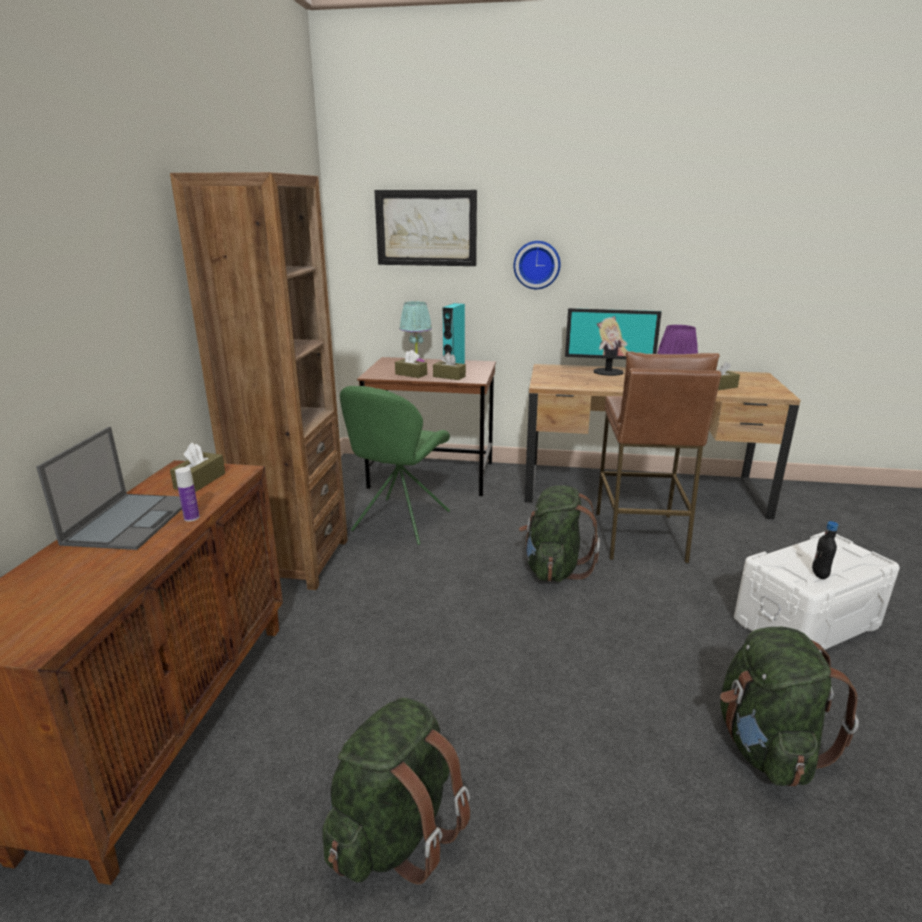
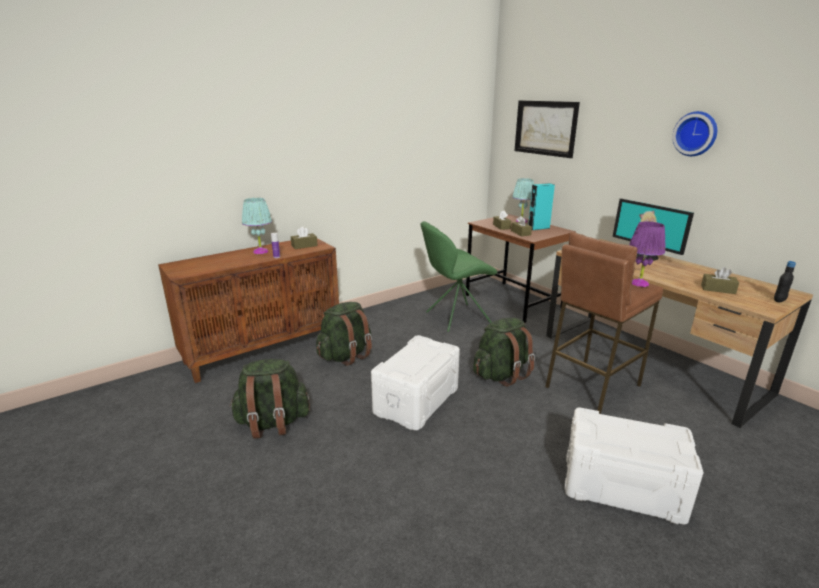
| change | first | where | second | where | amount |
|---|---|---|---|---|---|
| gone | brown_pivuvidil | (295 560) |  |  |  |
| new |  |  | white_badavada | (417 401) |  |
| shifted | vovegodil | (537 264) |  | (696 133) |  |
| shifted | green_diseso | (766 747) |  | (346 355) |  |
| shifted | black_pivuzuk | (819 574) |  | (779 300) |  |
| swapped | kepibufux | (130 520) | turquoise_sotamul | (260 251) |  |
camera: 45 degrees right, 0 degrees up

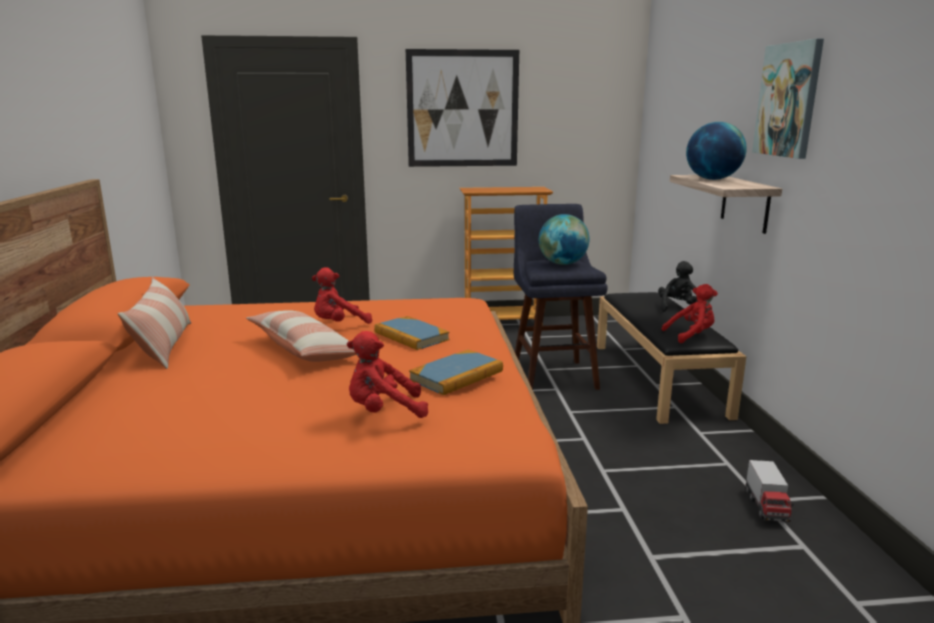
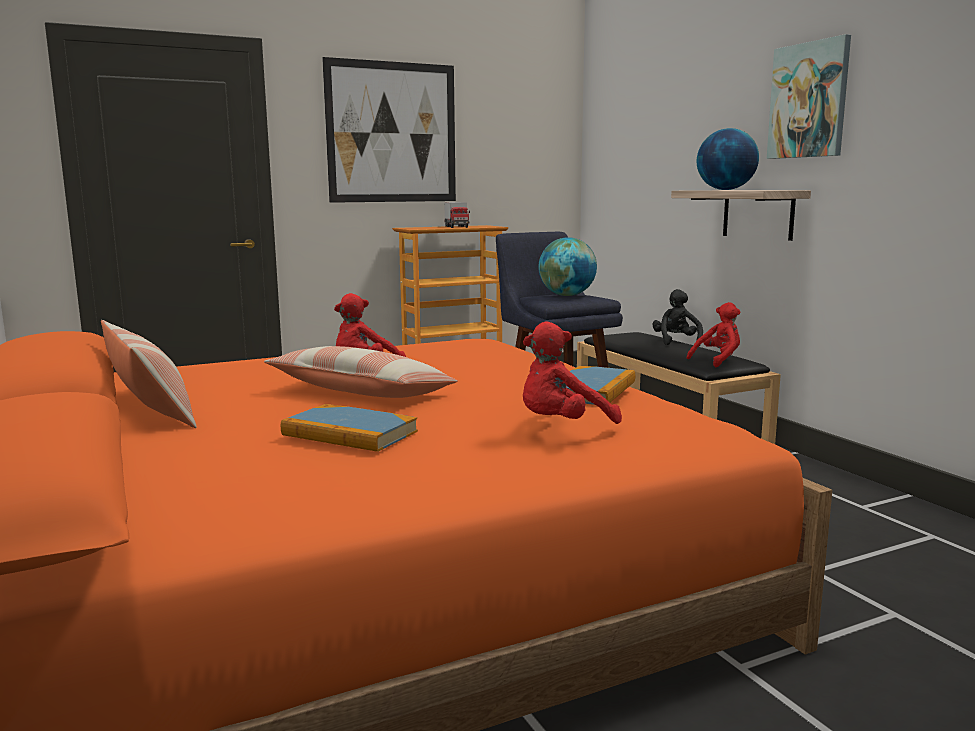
| change | first | where | second | where | amount |
|---|---|---|---|---|---|
| shifted | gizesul | (411 336) |  | (349 433) |  |
| shifted | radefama | (766 507) |  | (456 227) |  |
camera: 20 degrees left, 5 degrees down

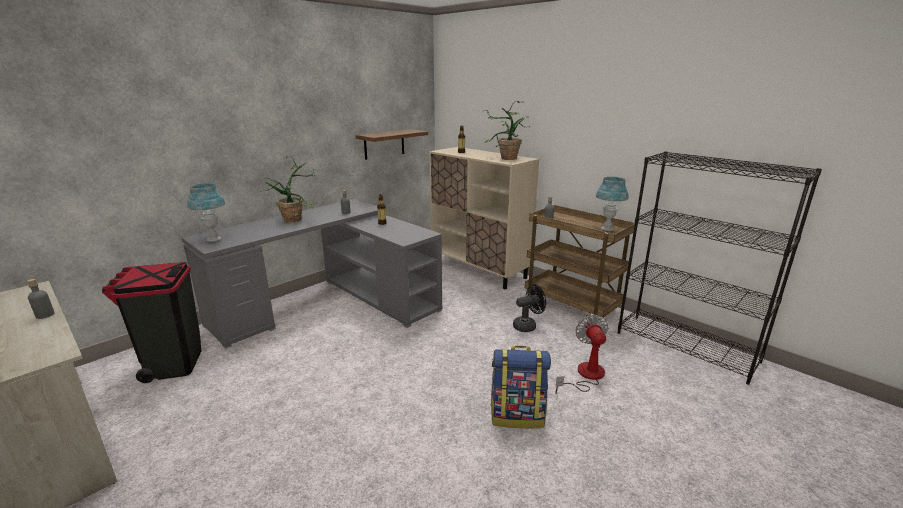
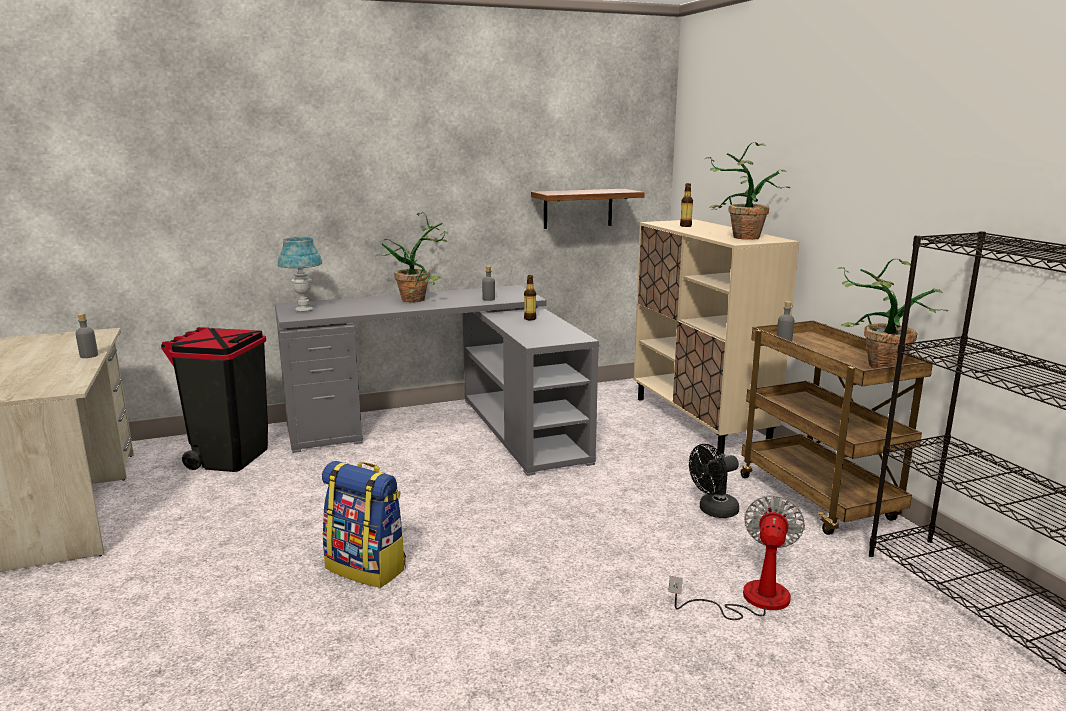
| change | first | where | second | where | amount |
|---|---|---|---|---|---|
| shifted | diseso | (517 415) |  | (367 568) |  |
| swapped | blue_sotamul | (607 229) | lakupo | (875 366) |  |
| rotated | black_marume | (527 326) |  | (713 511) | 150 degrees clockwise |
camera: 25 degrees right, 5 degrees down

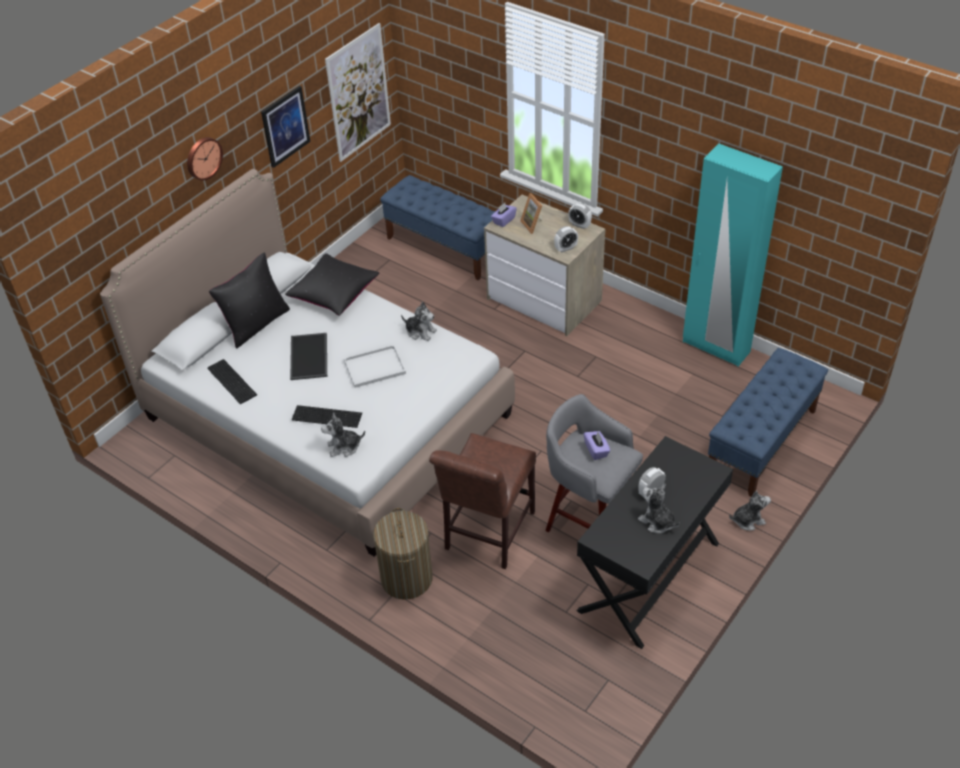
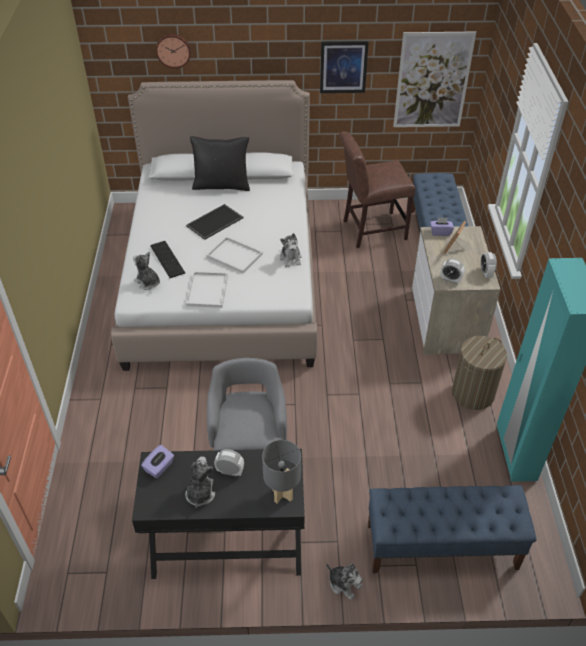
| change | first | where | second | where | amount |
|---|---|---|---|---|---|
| gone | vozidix | (232 380) |  |  |  |
| gone | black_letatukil | (334 293) |  |  |  |
| new |  |  | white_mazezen | (207 289) |  |
| new |  |  | grey_sotamul | (281 494) |  |
| shifted | vovegodil | (203 158) |  | (173 50) |  |
| shifted | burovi | (407 578) |  | (472 393) |  |
| shifted | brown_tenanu | (486 534) |  | (370 230) |  |
| shifted | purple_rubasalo | (596 450) |  | (159 467) |  |
camera: 50 degrees right, 0 degrees up

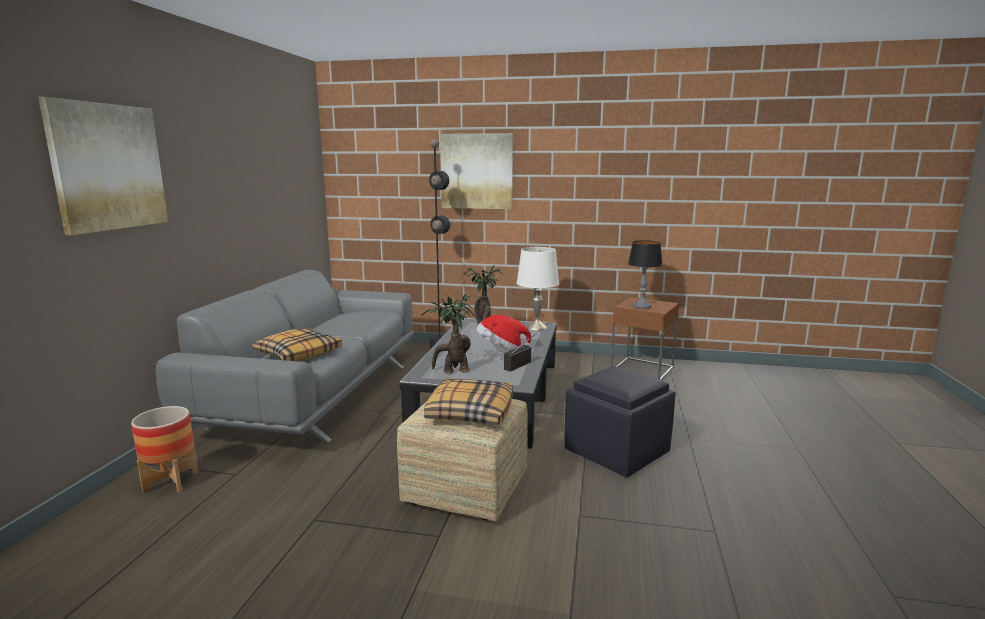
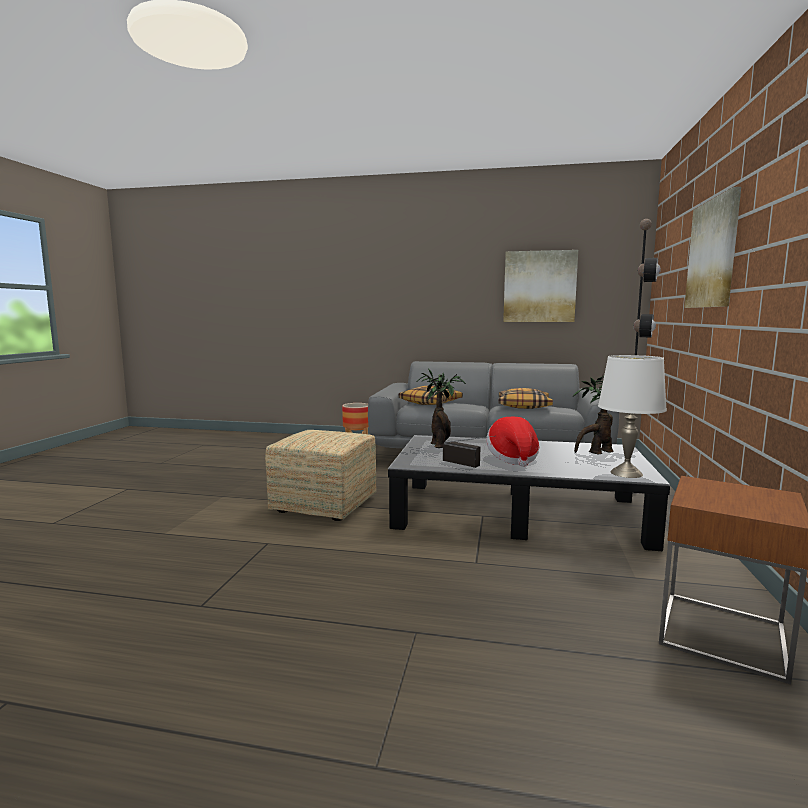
| change | first | where | second | where | amount |
|---|---|---|---|---|---|
| gone | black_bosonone | (618 452) |  |  |  |
| gone | sotamul | (642 306) |  |  |  |
| shifted | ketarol | (108 167) |  | (539 286) |  |
| shifted | letatukil | (469 412) |  | (524 406) |  |
camera: 90 degrees right, 5 degrees down

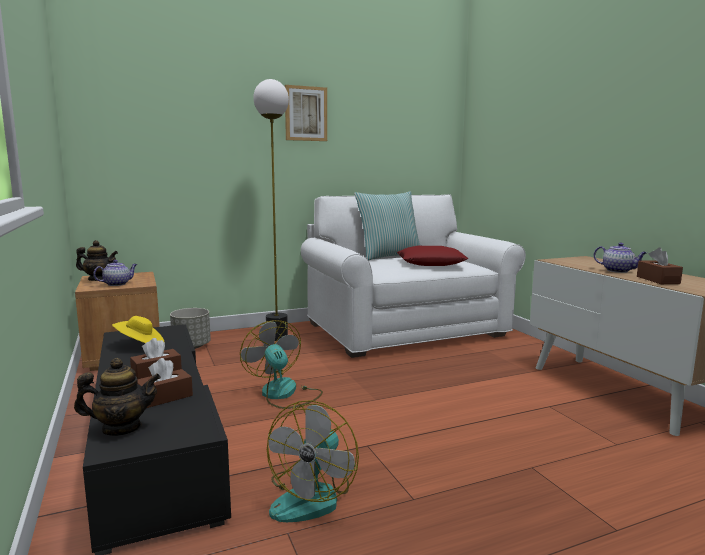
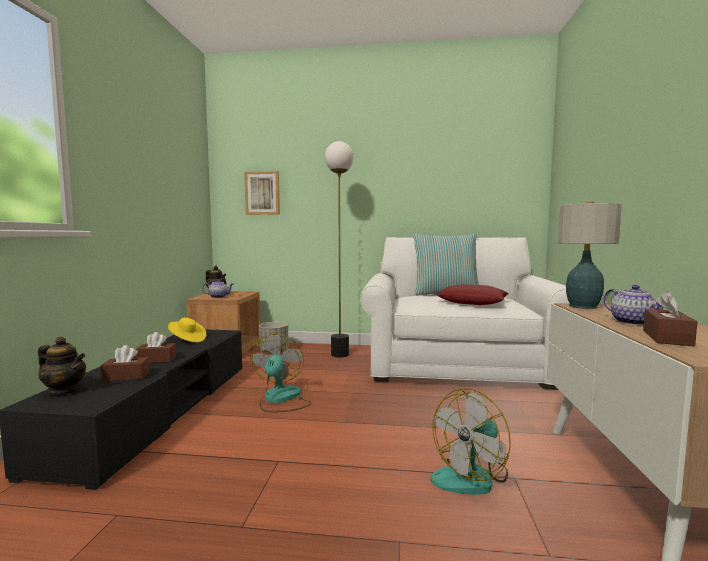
| change | first | where | second | where | amount |
|---|---|---|---|---|---|
| new |  |  | sotamul | (582 306) |  |
| shifted | marume | (312 496) |  | (471 476) |  |
| shifted | ketarol | (305 114) |  | (262 193) |  |
camera: 30 degrees right, 5 degrees down

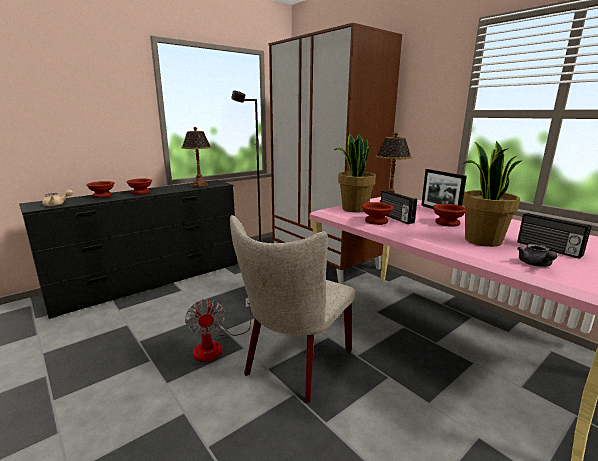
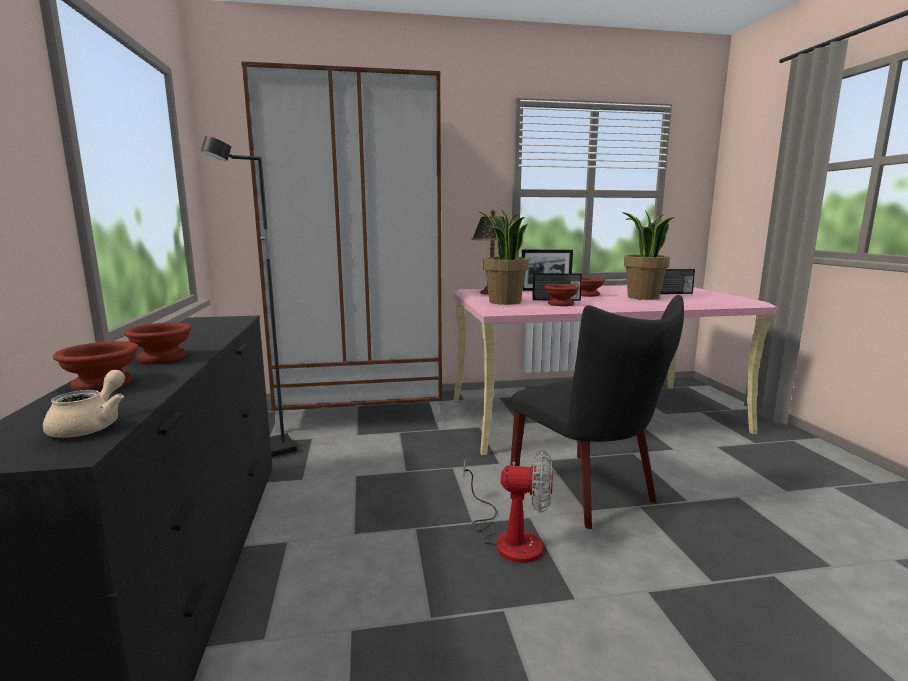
| change | first | where | second | where | amount |
|---|---|---|---|---|---|
| gone | sotamul | (199 185) |  |  |  |
| gone | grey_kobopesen | (535 265) |  |  |  |
| repainted | beige_tenanu | (294 365) | black_tenanu | (589 492) |  |
camera: 60 degrees left, 5 degrees down

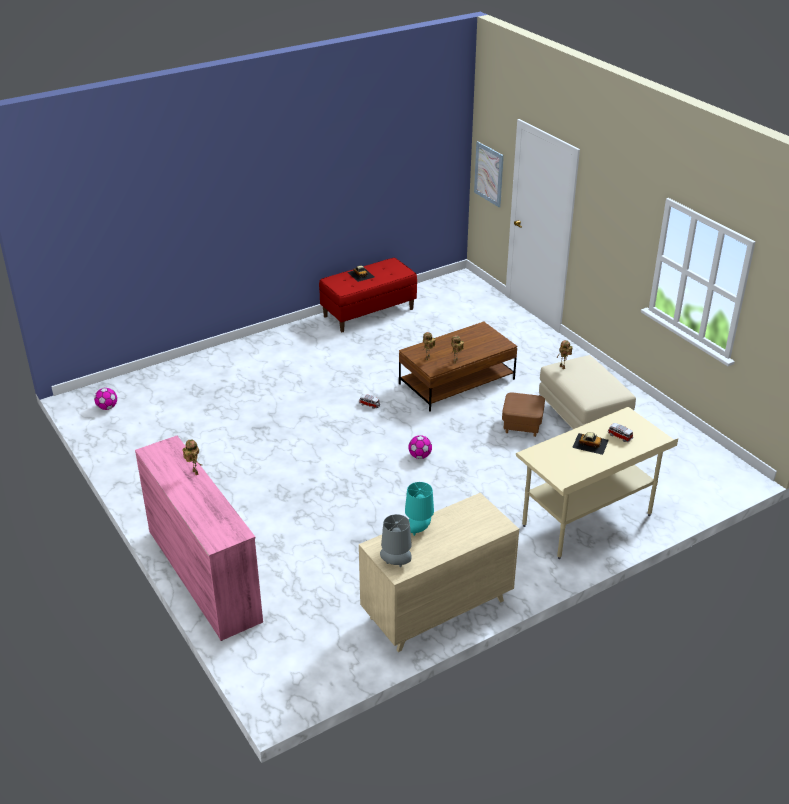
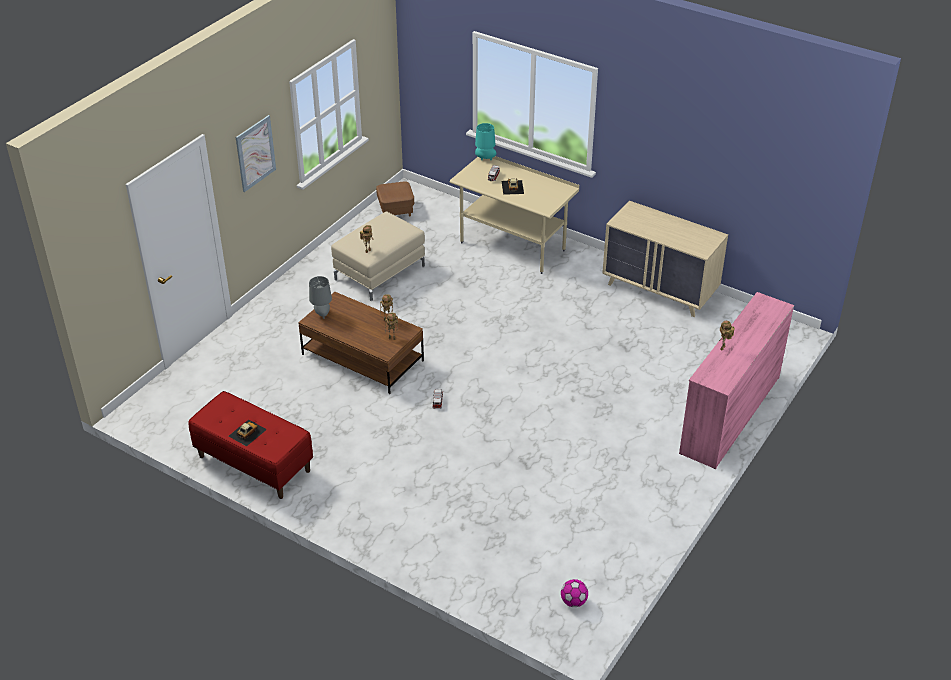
| change | first | where | second | where | amount |
|---|---|---|---|---|---|
| gone | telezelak | (420 456) |  |  |  |
| shifted | grey_sotamul | (396 563) |  | (322 314) |  |
| shifted | turquoise_sotamul | (419 530) |  | (485 159) |  |
| shifted | ketarol | (489 174) |  | (255 153) |  |
| shifted | brown_bosonone | (522 426) |  | (396 210) |  |
camera: 115 degrees left, 5 degrees up

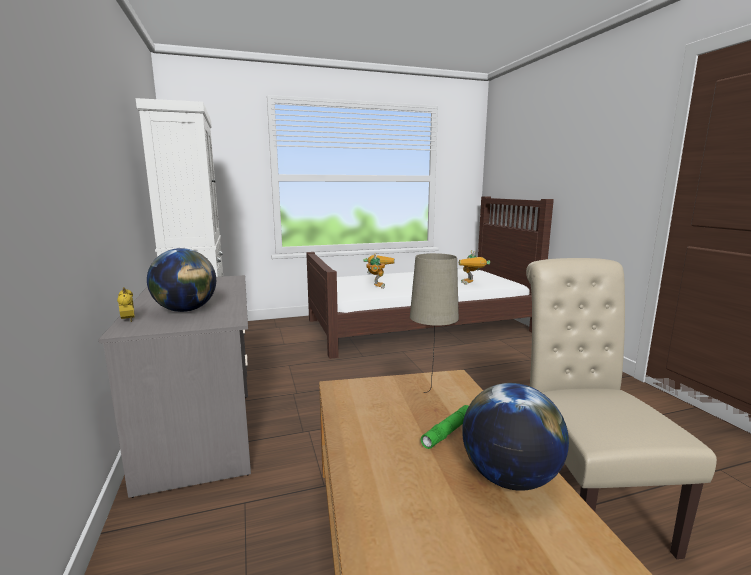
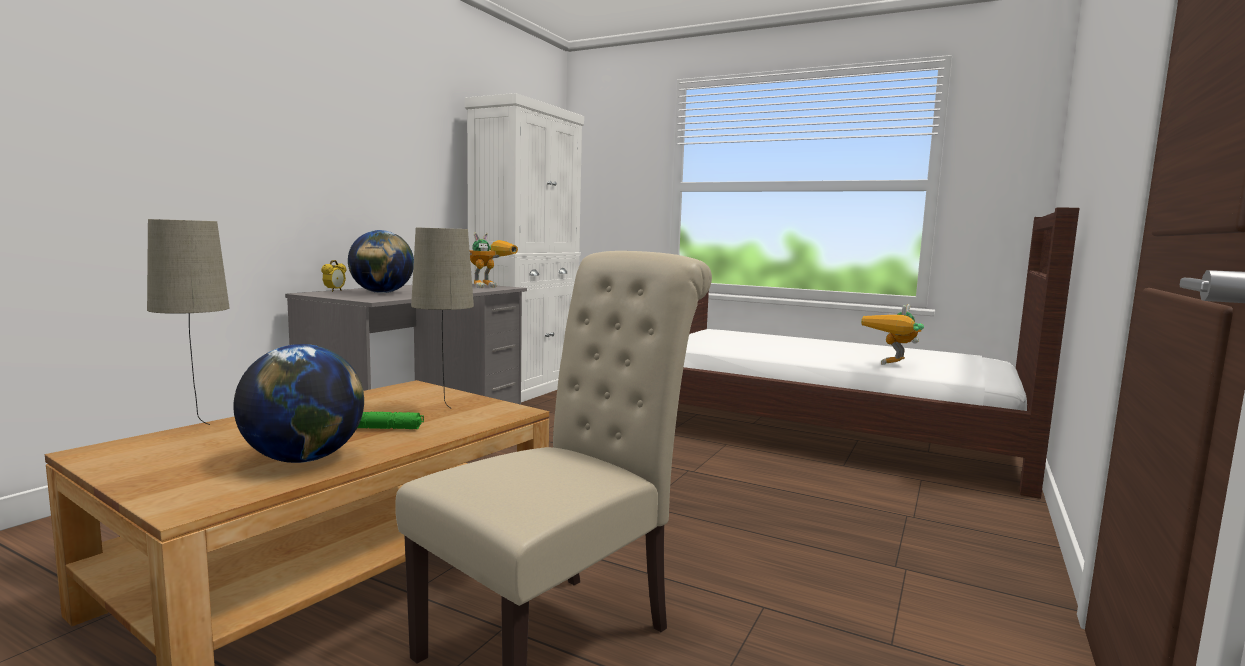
| change | first | where | second | where | amount |
|---|---|---|---|---|---|
| new |  |  | beige_sotamul | (197 430) |  |
| shifted | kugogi | (377 285) |  | (490 286) |  |
camera: 45 degrees right, 5 degrees down

